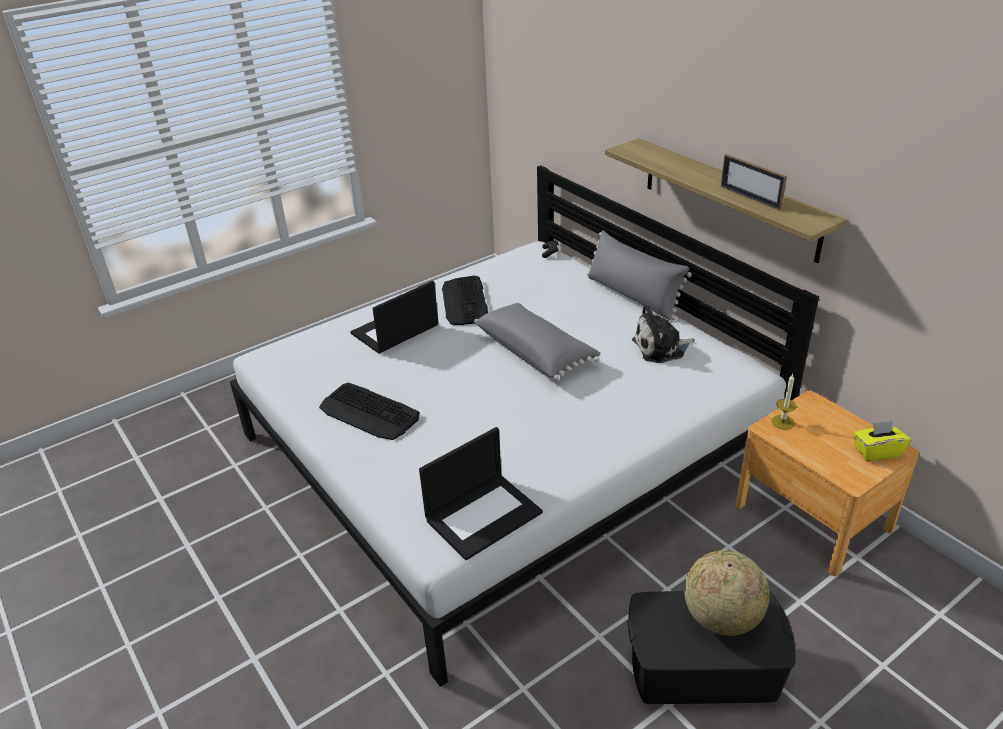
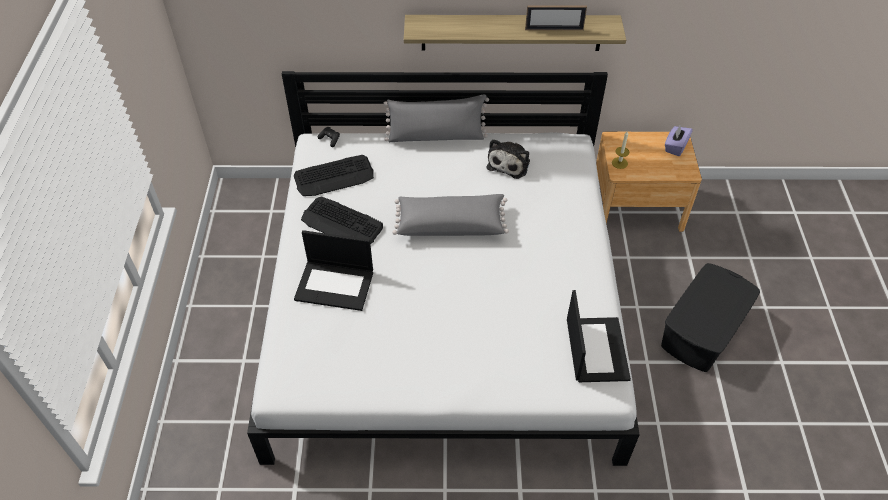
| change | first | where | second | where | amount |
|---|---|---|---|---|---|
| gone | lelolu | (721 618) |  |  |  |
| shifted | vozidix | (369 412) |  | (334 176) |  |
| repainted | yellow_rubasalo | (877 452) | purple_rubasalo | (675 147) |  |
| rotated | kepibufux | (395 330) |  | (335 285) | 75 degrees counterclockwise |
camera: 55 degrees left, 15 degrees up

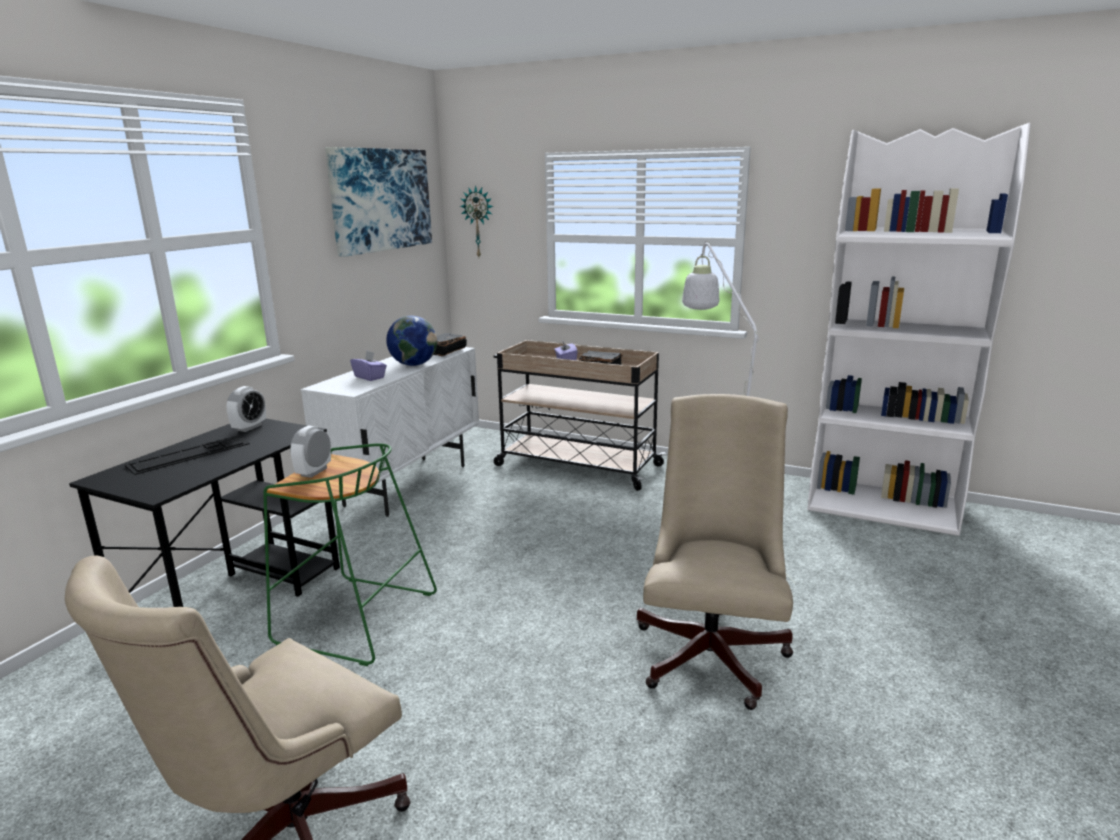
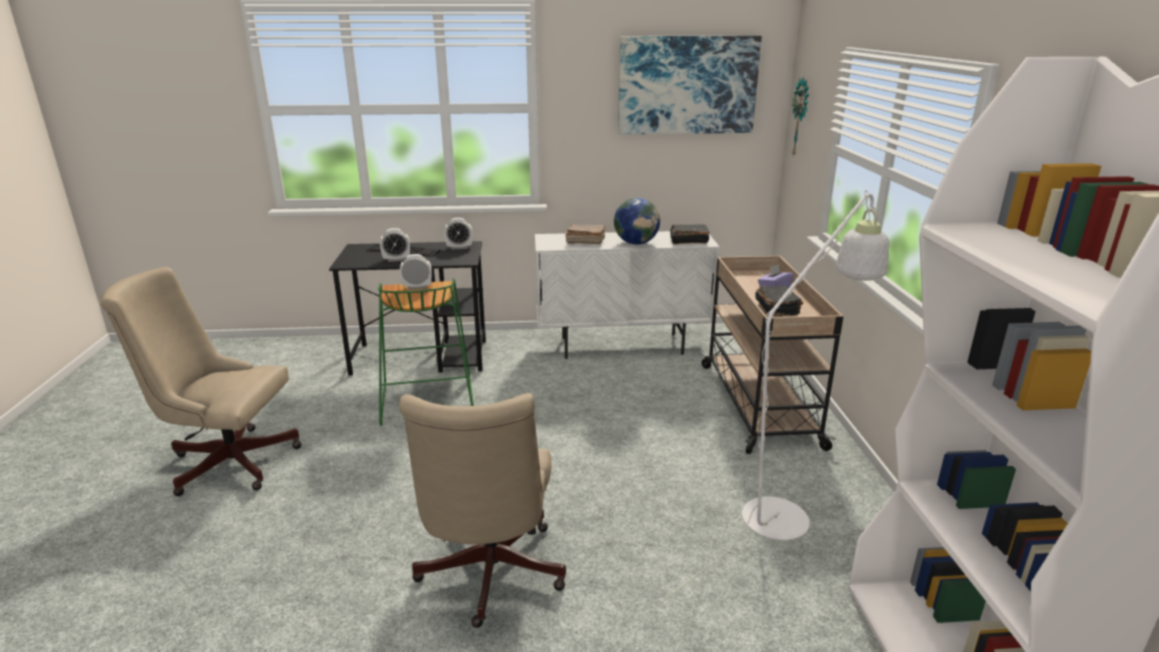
| change | first | where | second | where | amount |
|---|---|---|---|---|---|
| new |  |  | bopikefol | (396 259) |  |
| swapped | purple_rubasalo | (370 377) | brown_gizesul | (585 241) |  |
| rotated | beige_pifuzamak | (712 649) |  | (489 576) | 105 degrees clockwise |
camera: 60 degrees right, 5 degrees up

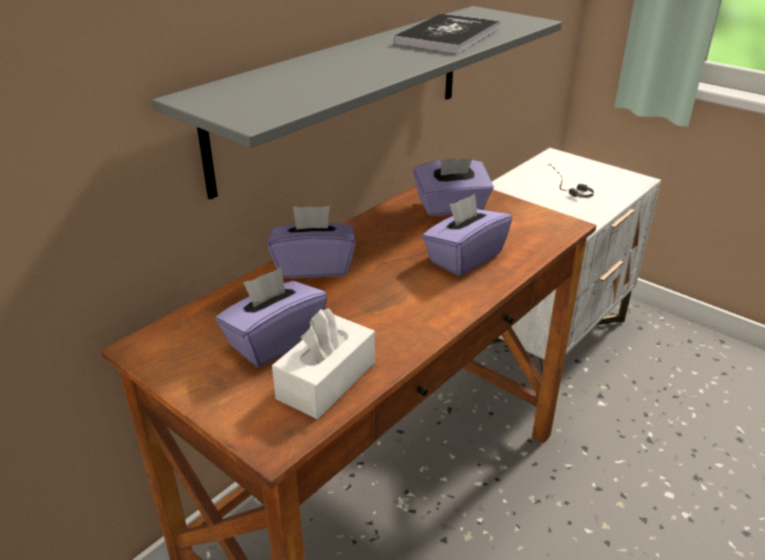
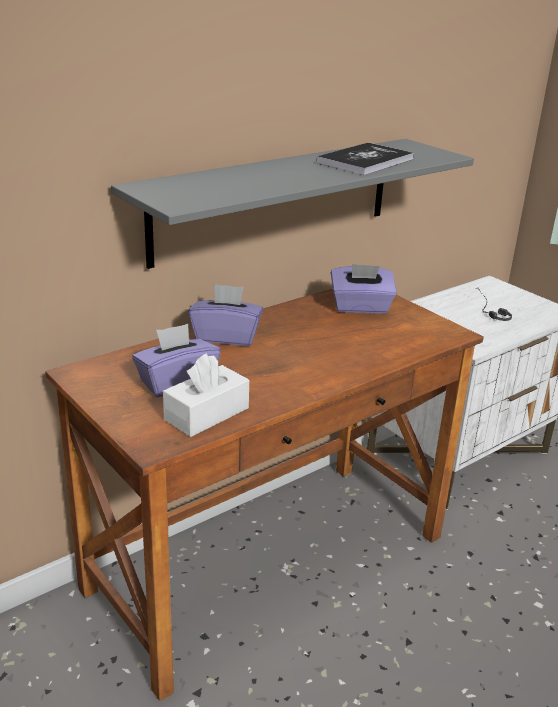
| change | first | where | second | where | amount |
|---|---|---|---|---|---|
| gone | purple_rubasalo | (464 257) |  |  |  |
camera: 10 degrees right, 5 degrees down

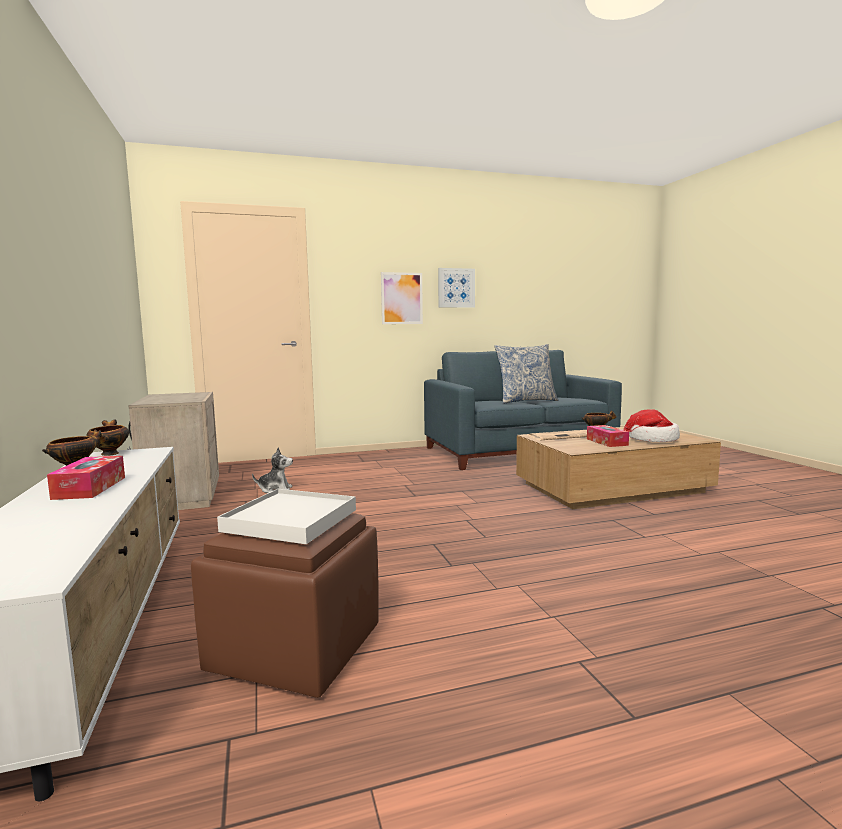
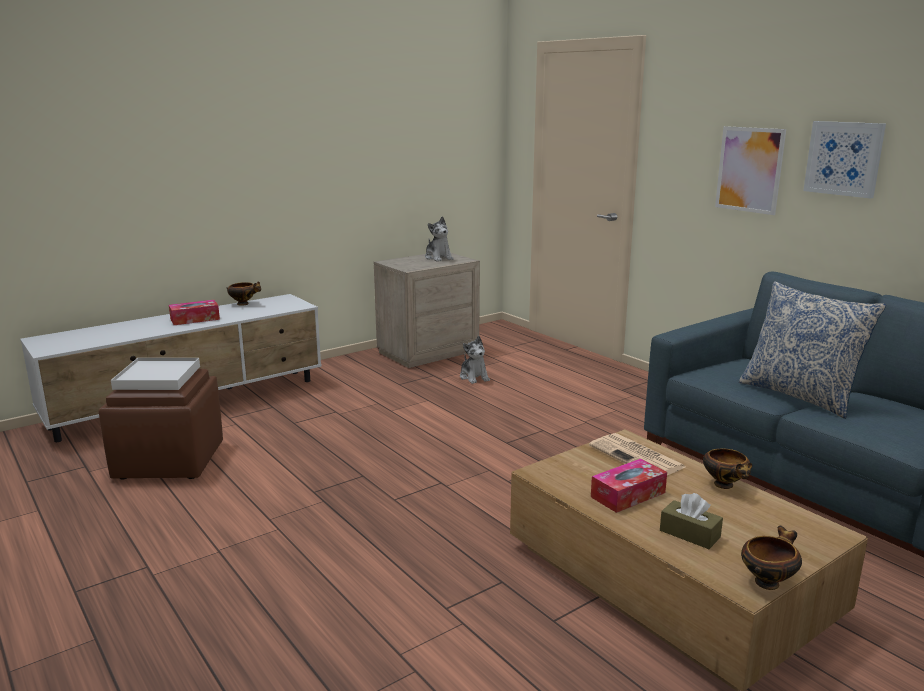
| change | first | where | second | where | amount |
|---|---|---|---|---|---|
| new |  |  | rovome | (438 258) |  |
| shifted | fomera | (109 453) |  | (767 581) |  |
| swapped | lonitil | (650 439) | brown_rubasalo | (689 534) |  |
camera: 70 degrees right, 10 degrees up

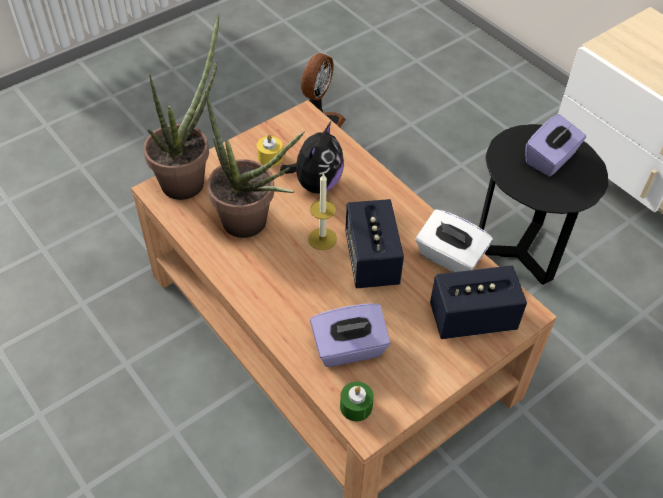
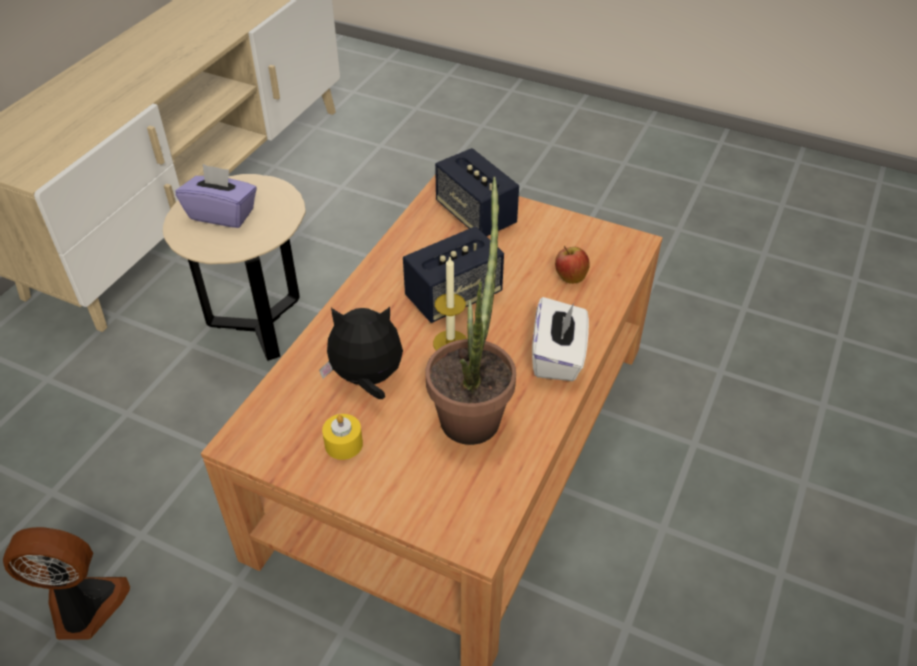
| change | first | where | second | where | amount |
|---|---|---|---|---|---|
| gone | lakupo | (190 178) |  |  |  |
| gone | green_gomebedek | (356 406) |  |  |  |
| shifted | white_rubasalo | (449 257) |  | (558 357) |  |
| swapped | purple_rubasalo | (349 349) | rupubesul | (570 277) |  |
| repainted | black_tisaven | (519 253) | beige_tisaven | (260 327) |  |
camera: 115 degrees left, 5 degrees down

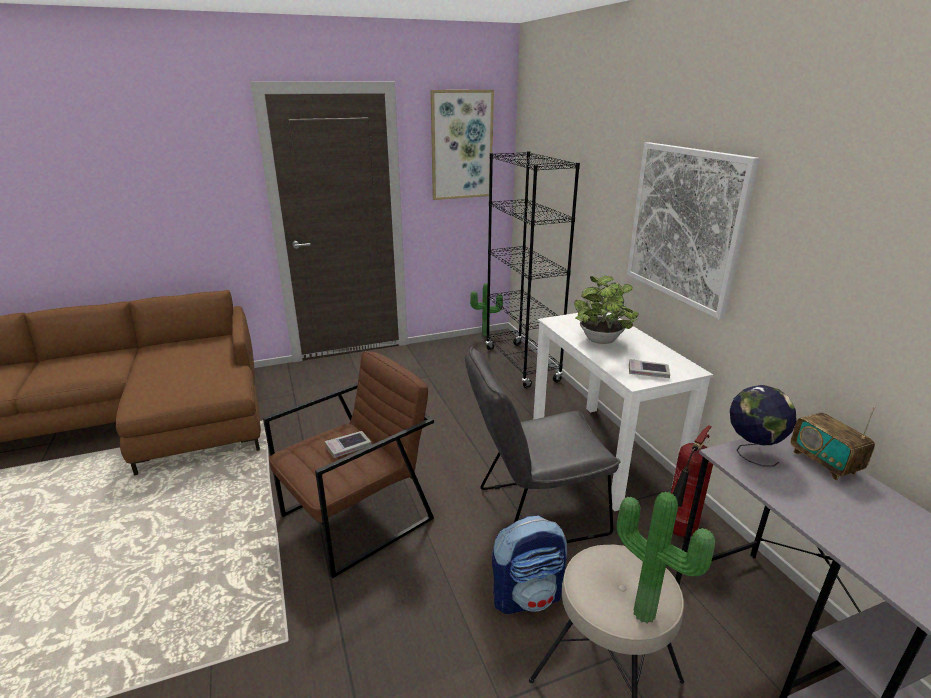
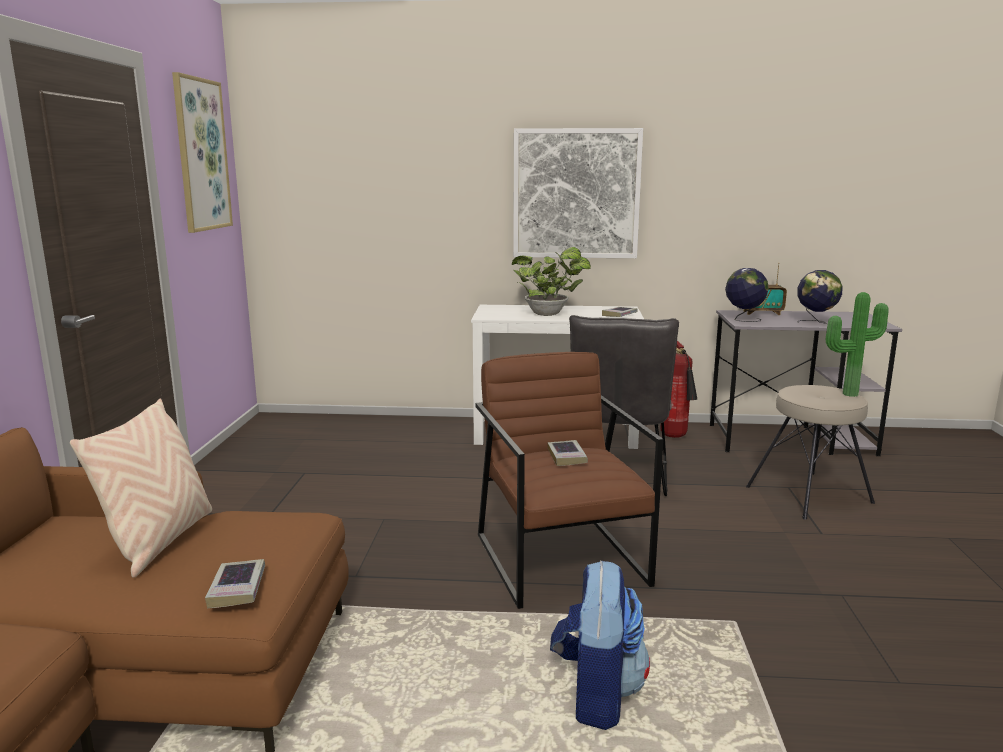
| change | first | where | second | where | amount |
|---|---|---|---|---|---|
| gone | lakupo | (486 334) |  |  |  |
| gone | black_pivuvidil | (521 365) |  |  |  |
| new |  |  | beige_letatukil | (160 541) |  |
| new |  |  | gizesul | (237 588) |  |
| new |  |  | lelolu | (816 322) |  |
| shifted | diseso | (527 596) |  | (596 694) |  |
camera: 65 degrees left, 10 degrees down

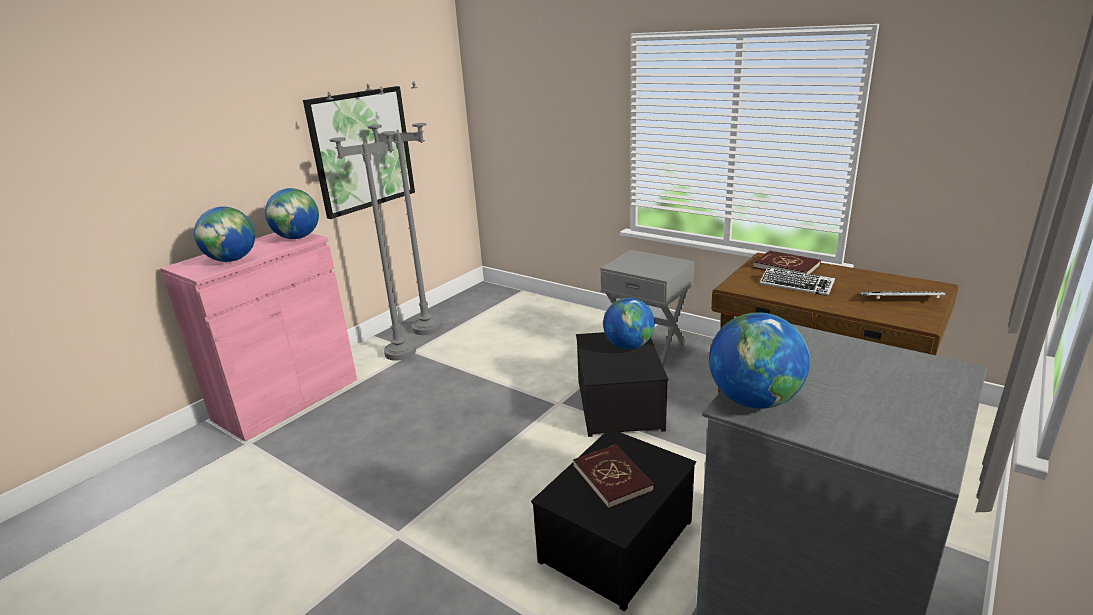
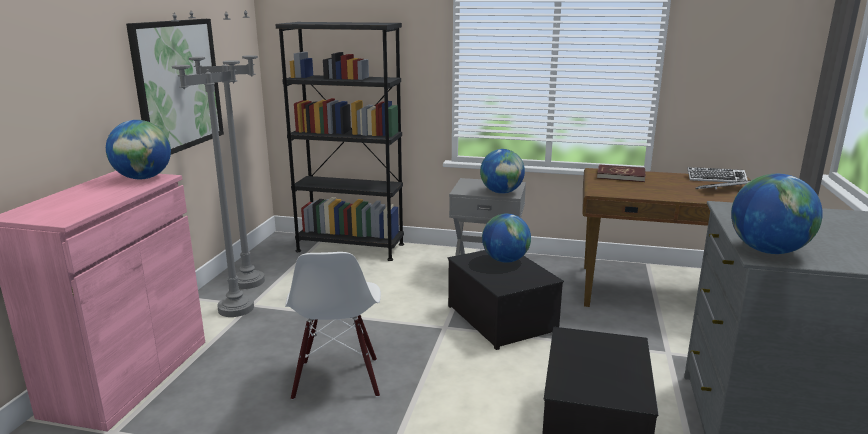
| change | first | where | second | where | amount |
|---|---|---|---|---|---|
| gone | red_gizesul | (613 478) |  |  |  |
| new |  |  | black_pivuvidil | (350 248) |  |
| new |  |  | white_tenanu | (337 379) |  |
| shifted | lelolu | (232 260) |  | (501 192) |  |
| shifted | vozidix | (796 285) |  | (716 179) |  |
camera: 25 degrees left, 5 degrees down

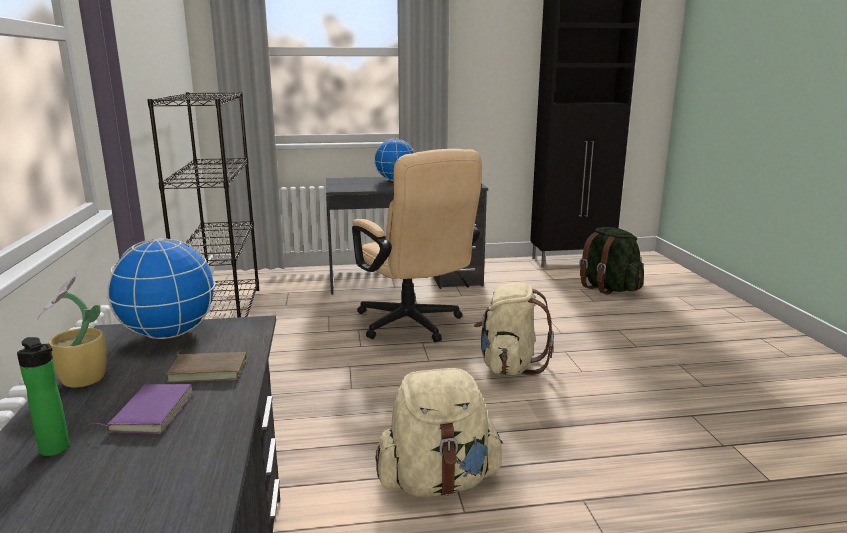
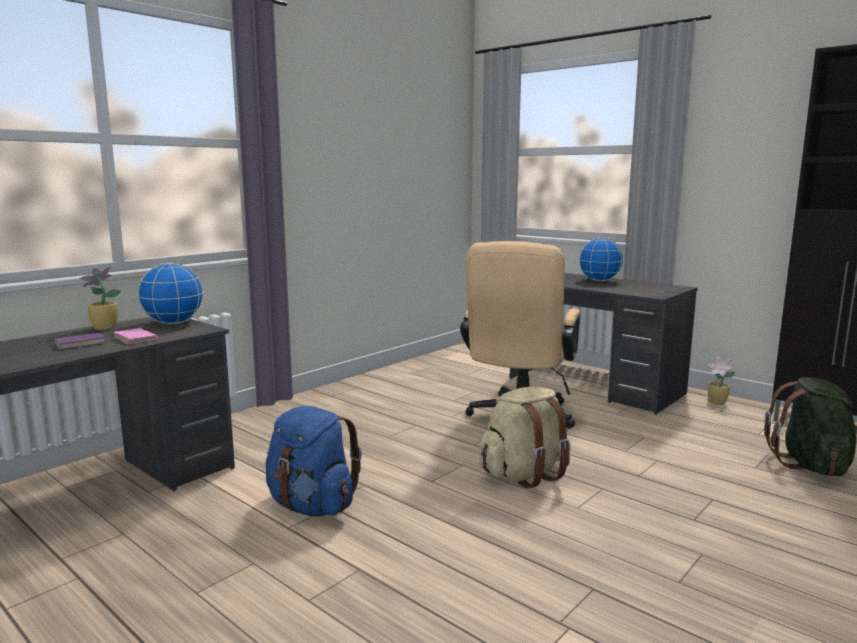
| change | first | where | second | where | amount |
|---|---|---|---|---|---|
| gone | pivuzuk | (56 450) |  |  |  |
| gone | black_pivuvidil | (223 314) |  |  |  |
| new |  |  | lakupo | (717 402) |  |
| repainted | brown_gizesul | (209 369) | pink_gizesul | (137 338) |  |
| repainted | beige_diseso | (438 482) | blue_diseso | (312 506) |  |
camera: 50 degrees right, 5 degrees down

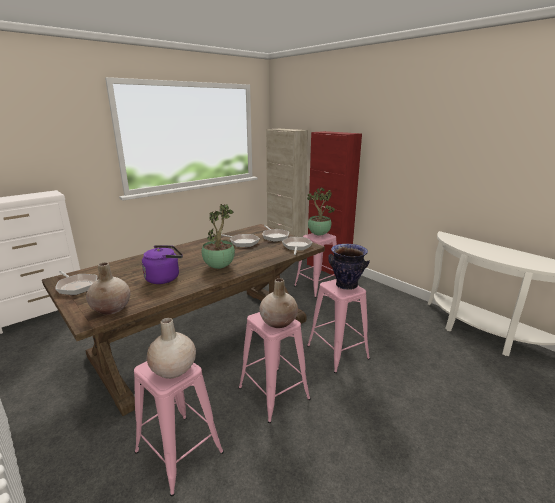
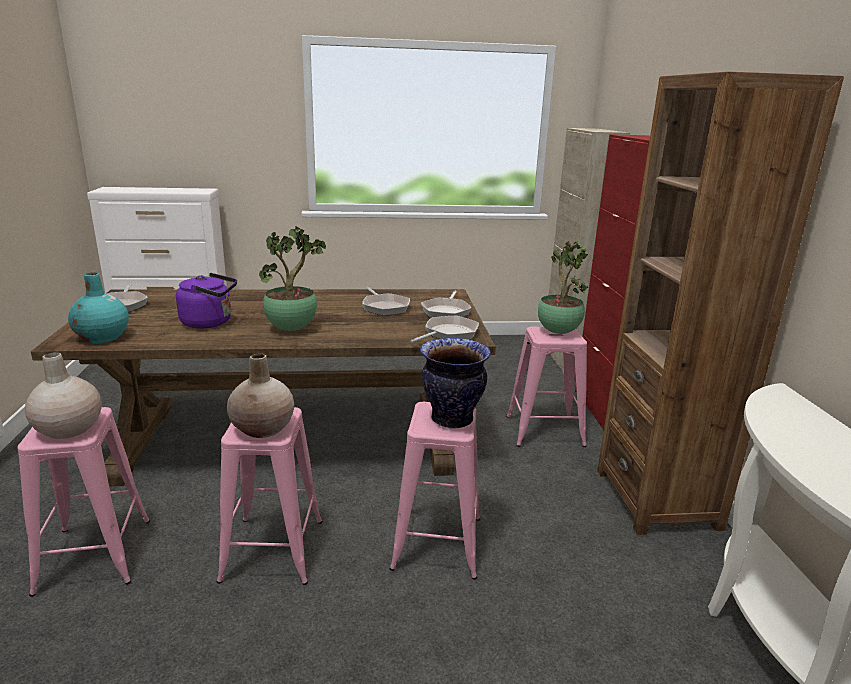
| change | first | where | second | where | amount |
|---|---|---|---|---|---|
| new |  |  | brown_pivuvidil | (657 499) |  |
| repainted | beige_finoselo | (111 308) | turquoise_finoselo | (103 337) |  |
camera: 35 degrees right, 0 degrees up

